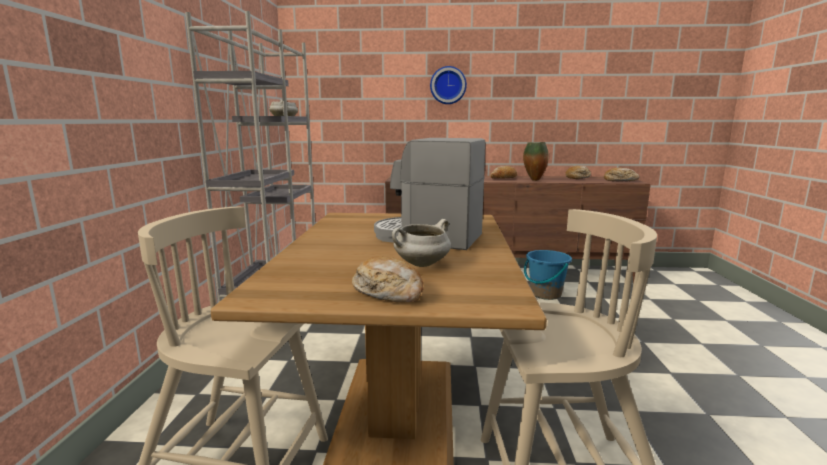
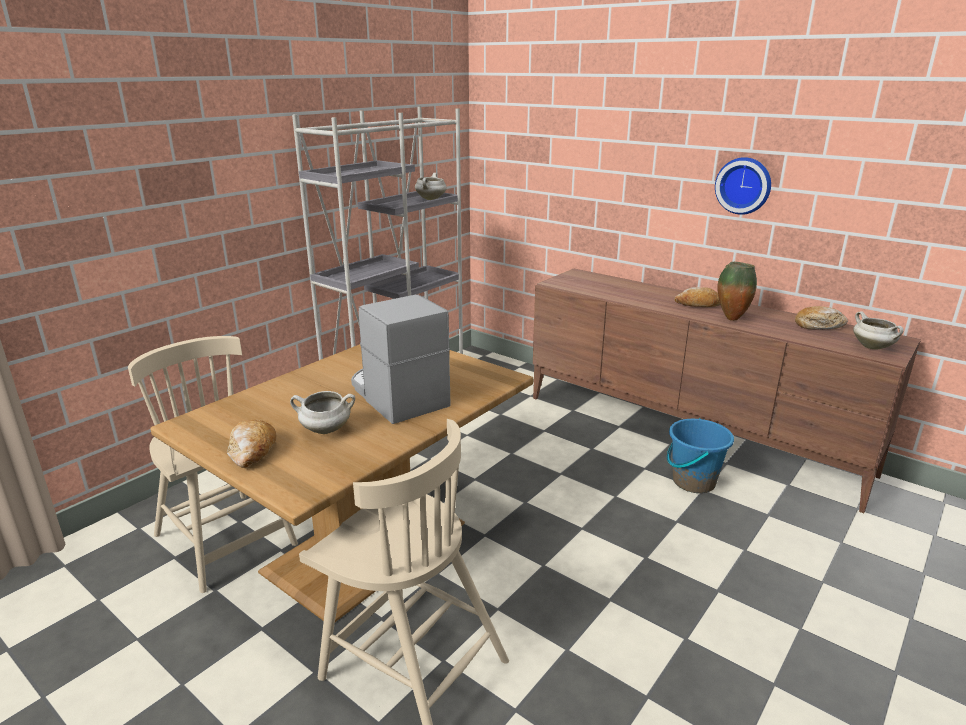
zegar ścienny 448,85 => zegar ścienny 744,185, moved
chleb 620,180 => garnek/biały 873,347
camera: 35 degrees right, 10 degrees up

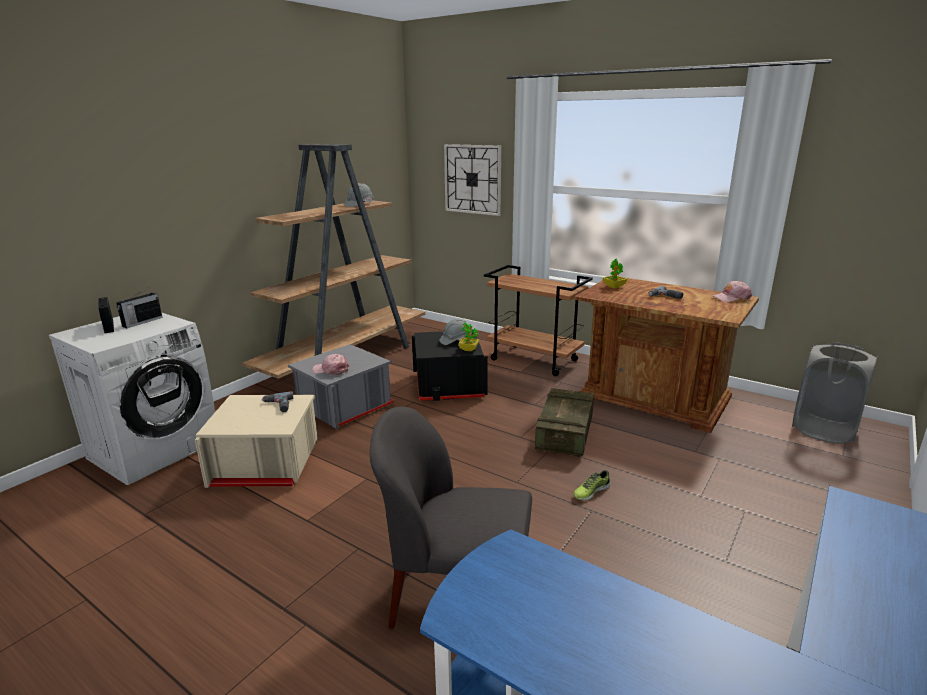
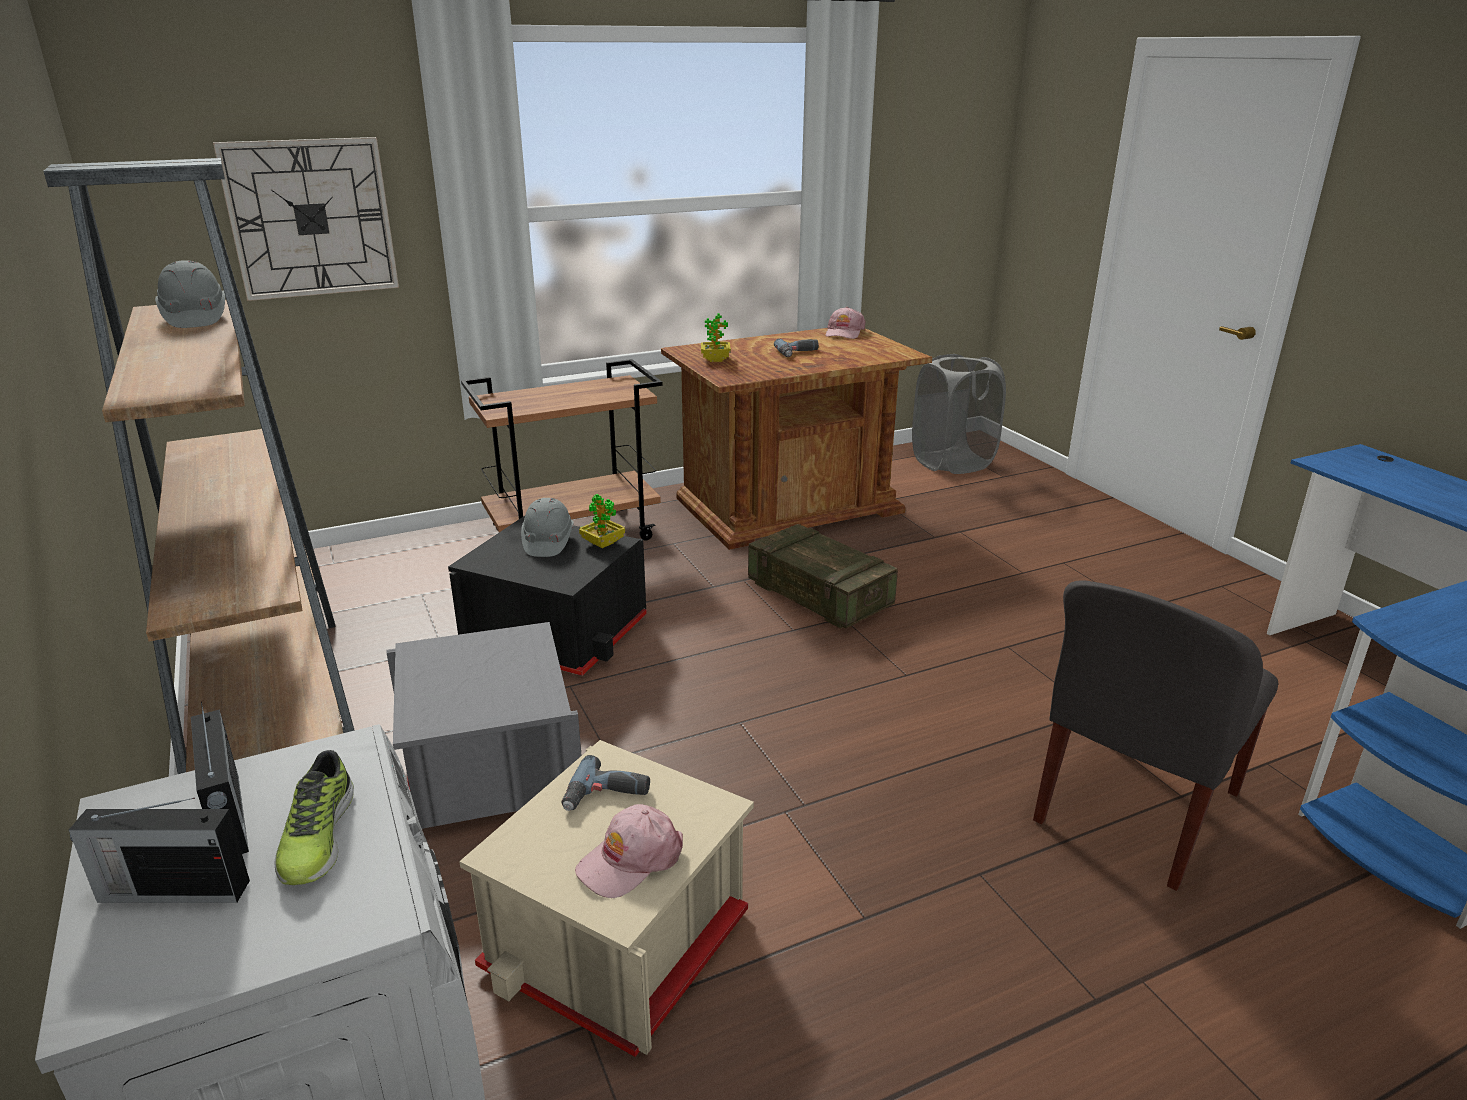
czapka z daszkiem/różowy 331,370 => czapka z daszkiem/różowy 630,860, moved
but 590,491 => but 316,837, moved
camera: 60 degrees left, 5 degrees up

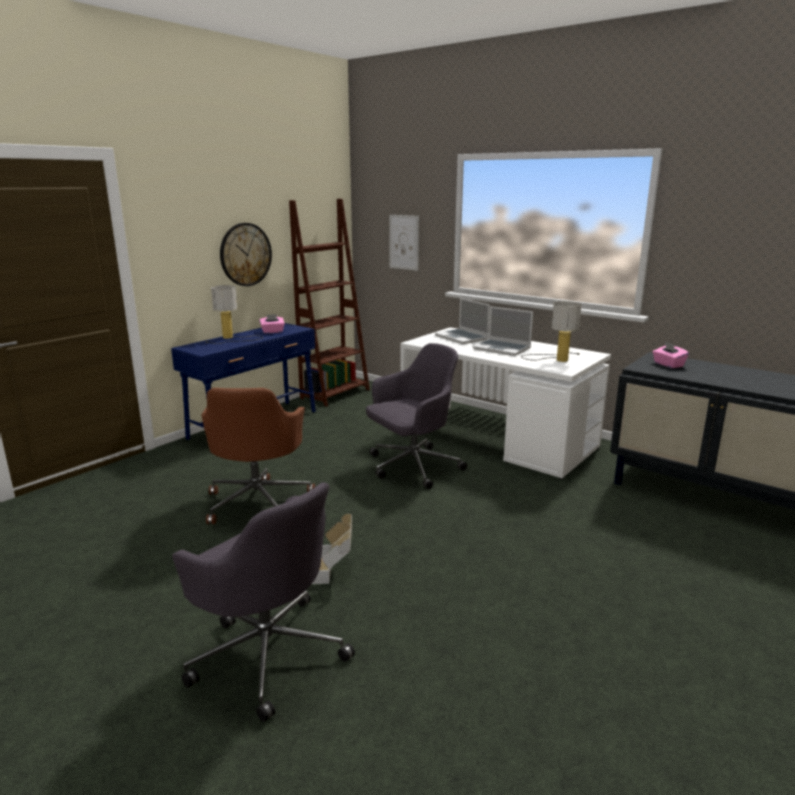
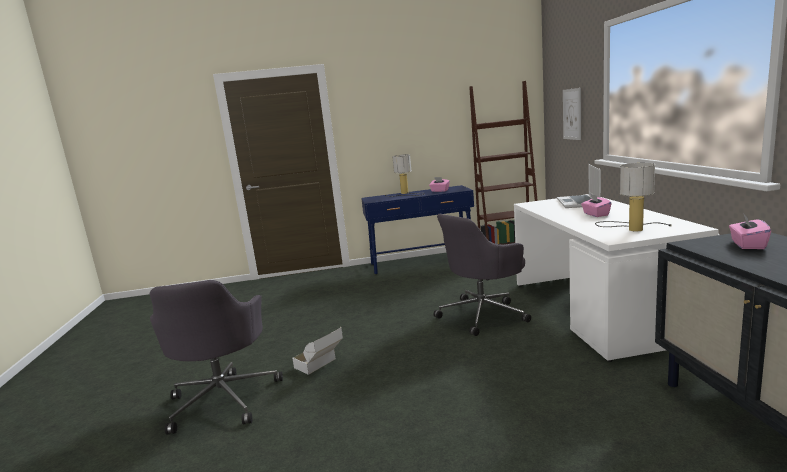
krzesło biurowe/brązowy 258,501 => nothing
zegar ścienny 245,254 => nothing
laptop 502,349 => pudełko chusteczek/różowy 595,214
krzesło biurowe/szary 412,467 => krzesło biurowe/szary 483,314, 135 degrees clockwise
camera: 45 degrees right, 5 degrees down

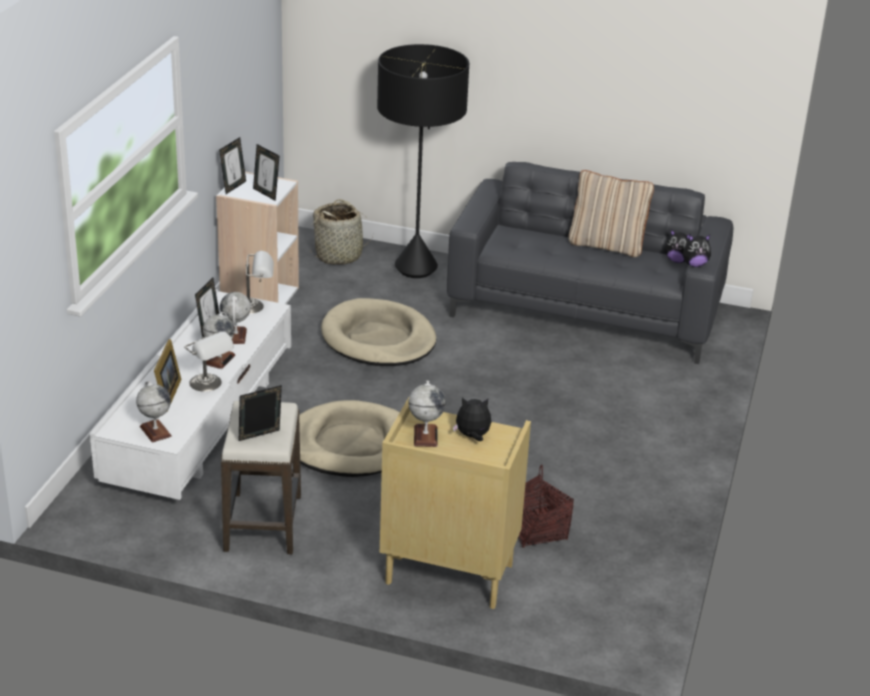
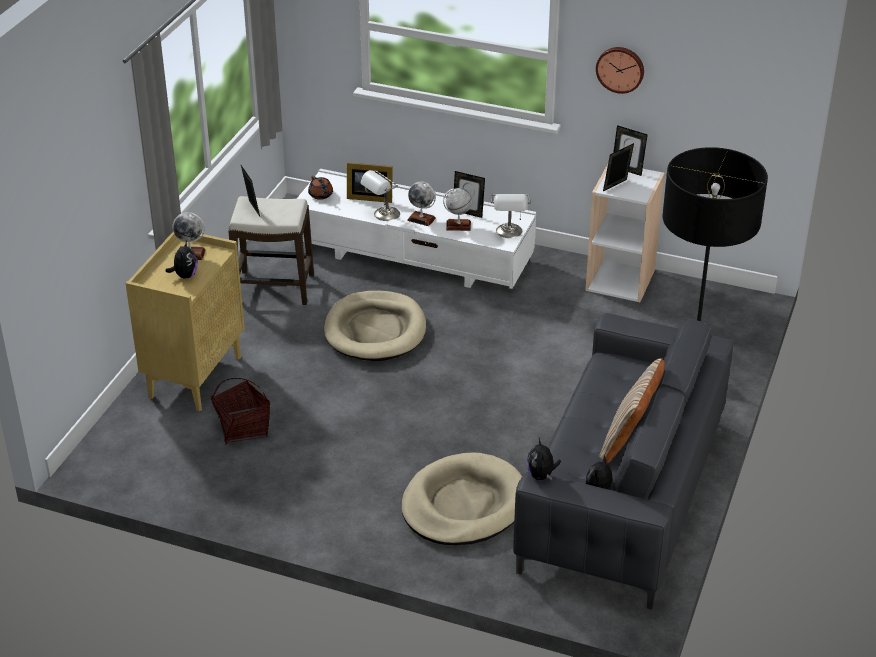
koszyk 339,255 => nothing
nothing => zegar ścienny 620,69
legowisko/beżowy 378,339 => legowisko/beżowy 463,504, moved
globus 155,431 => imbryk/brązowy 321,195
camera: 95 degrees right, 5 degrees up

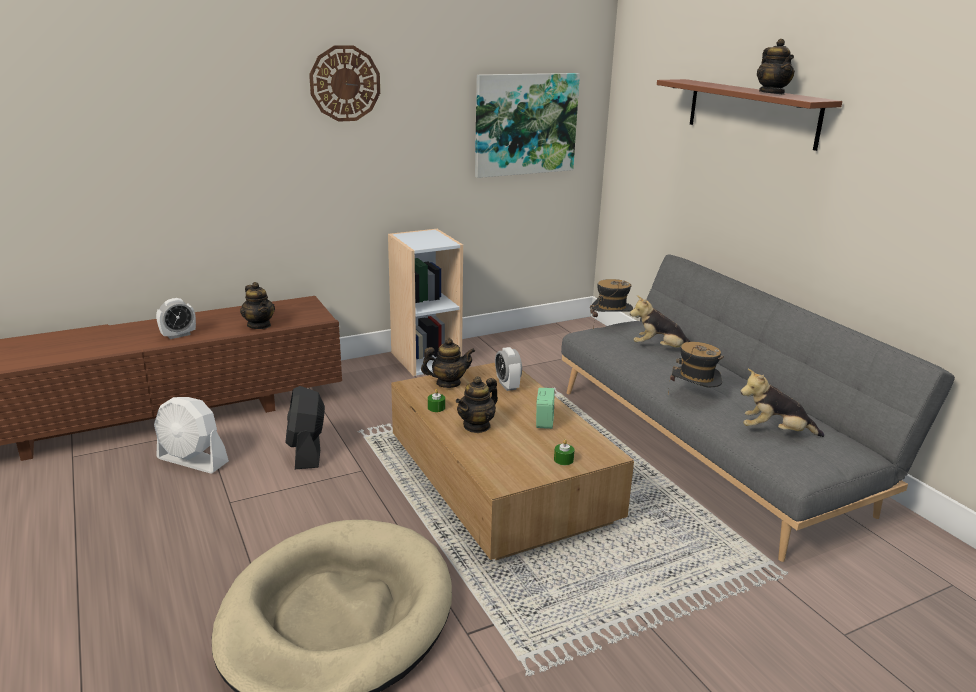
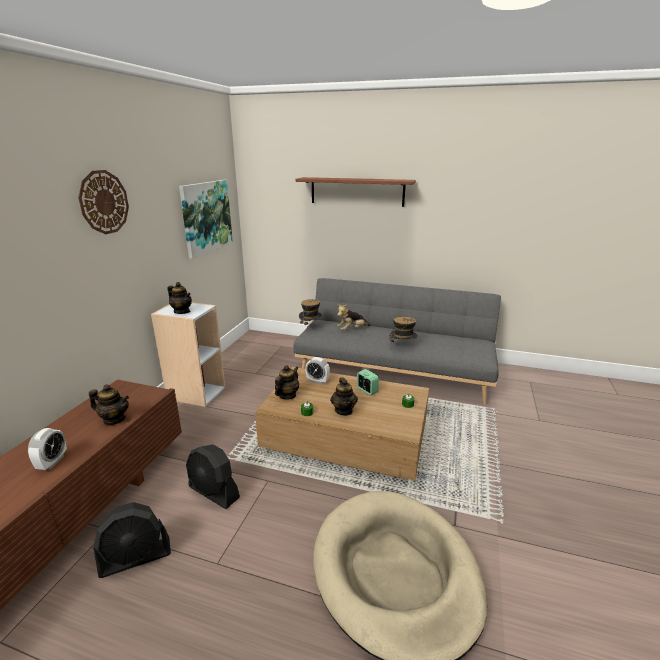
pluszak 775,432 => nothing
imbryk 772,93 => imbryk 182,311, moved
wentylator/biały 192,460 => wentylator/czarny 136,557
camera: 45 degrees left, 0 degrees up

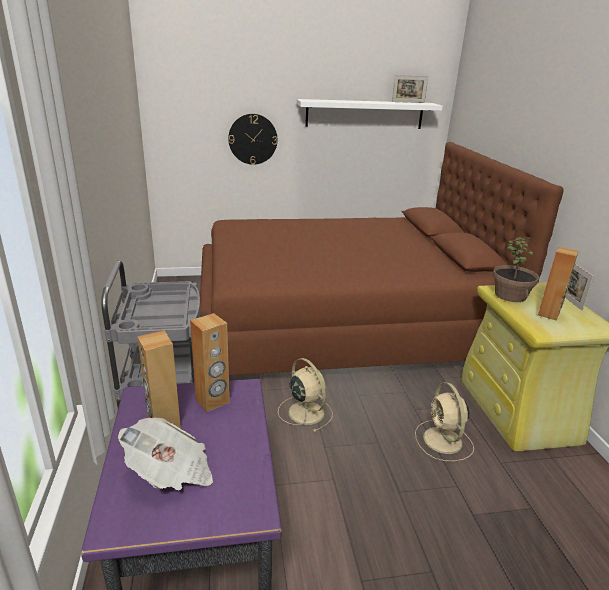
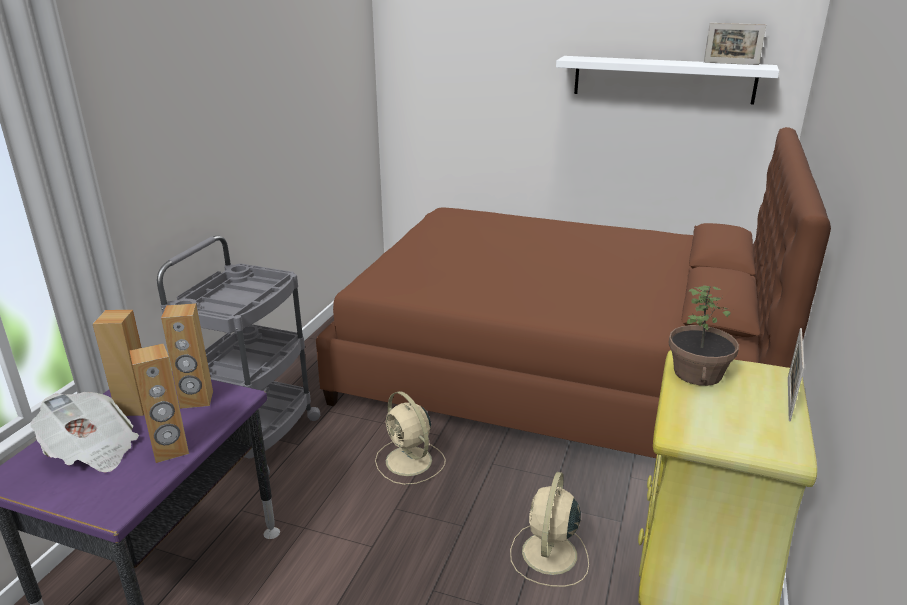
zegar ścienny 253,139 => nothing
głośnik/brązowy 549,314 => głośnik/brązowy 170,450, moved
wentylator/beżowy 305,411 => wentylator/beżowy 410,462, 150 degrees clockwise
camera: 30 degrees right, 0 degrees up

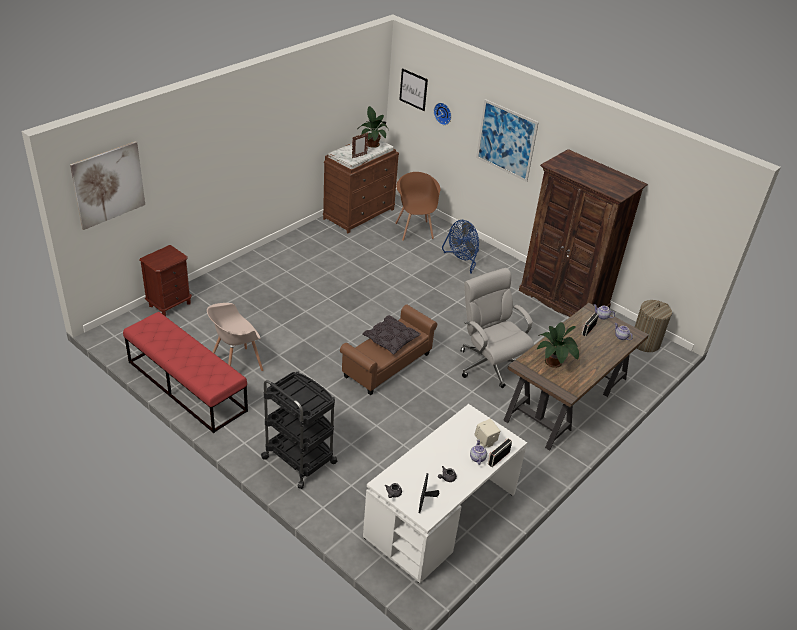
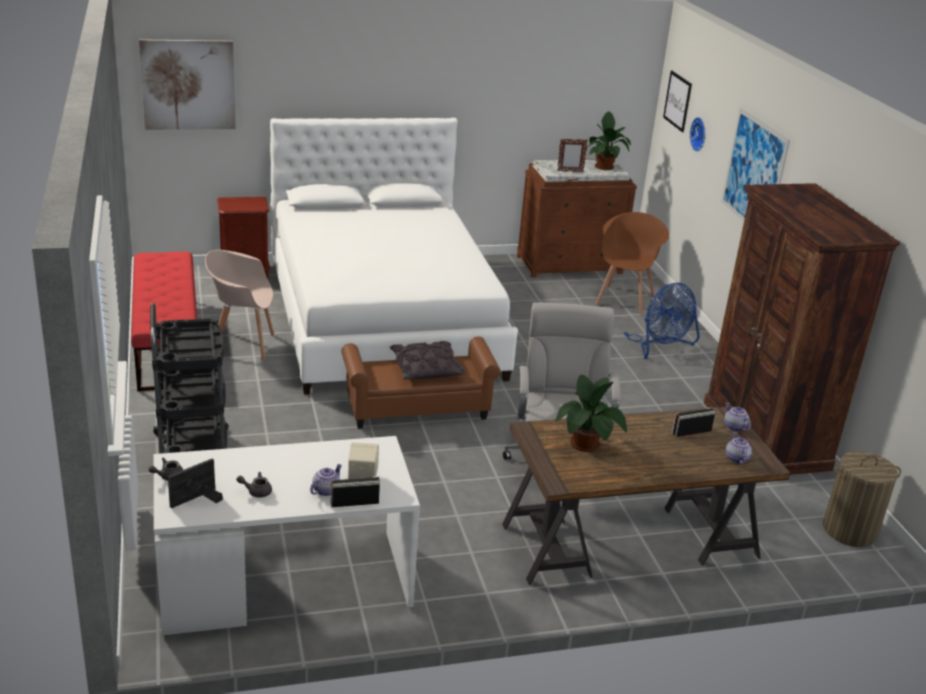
nothing => łóżko/biały 382,318
wentylator/niebieski 462,259 => wentylator/niebieski 658,346, 120 degrees counterclockwise
camera: 35 degrees right, 10 degrees down

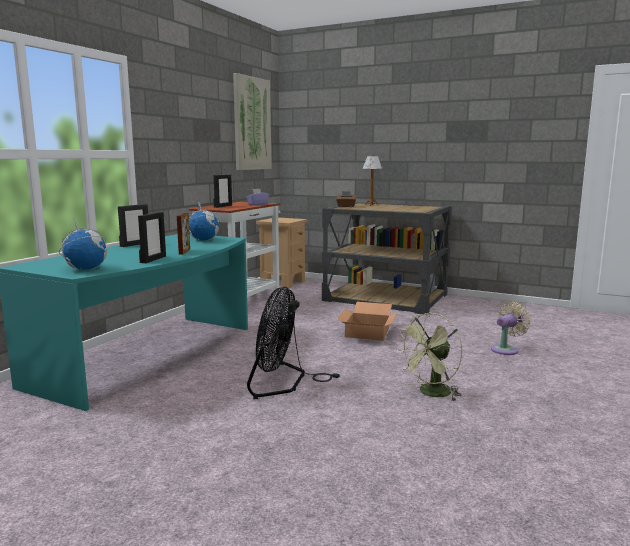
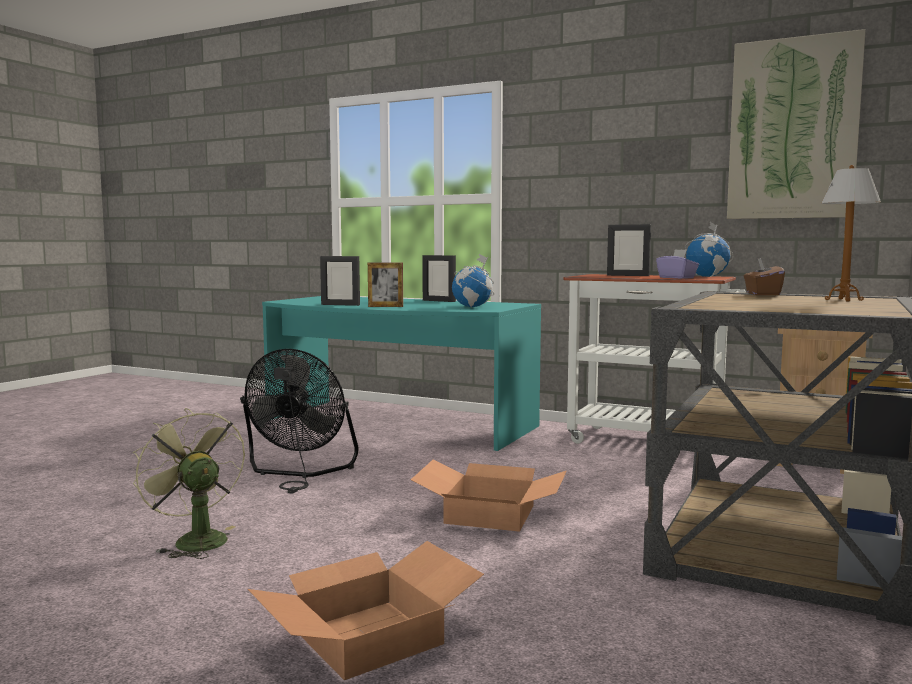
globus 86,269 => globus 707,276, moved
wentylator/beżowy 506,349 => karton 369,636
camera: 90 degrees right, 5 degrees down

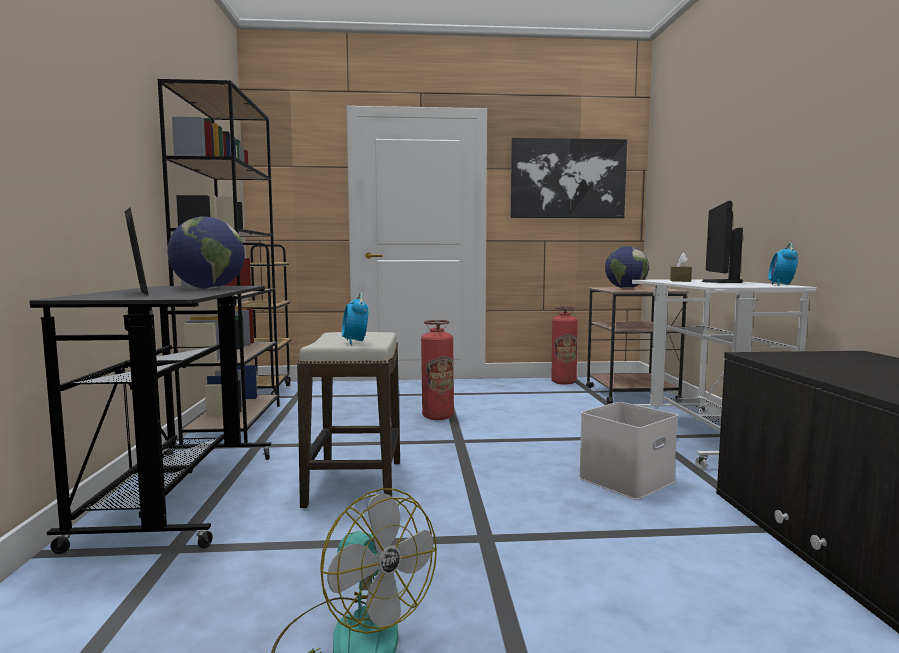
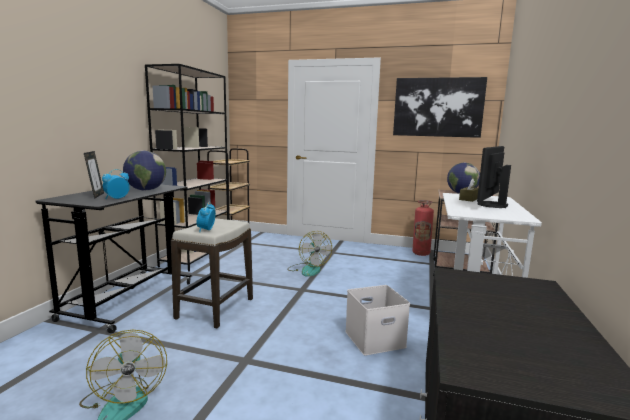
budzik 781,285 => budzik 116,198, moved
gaśnica 438,417 => wentylator 308,269
camera: 20 degrees right, 5 degrees up

